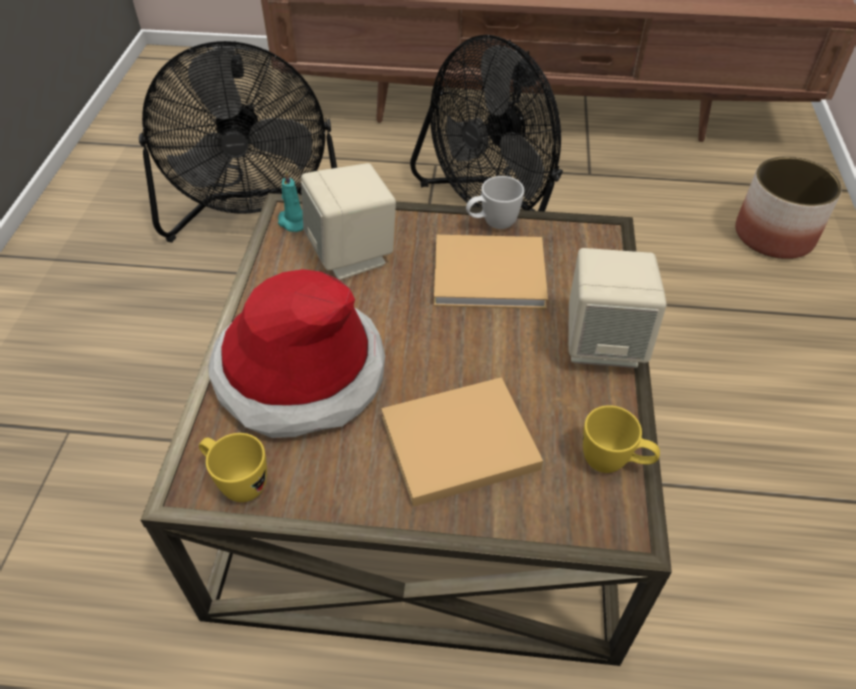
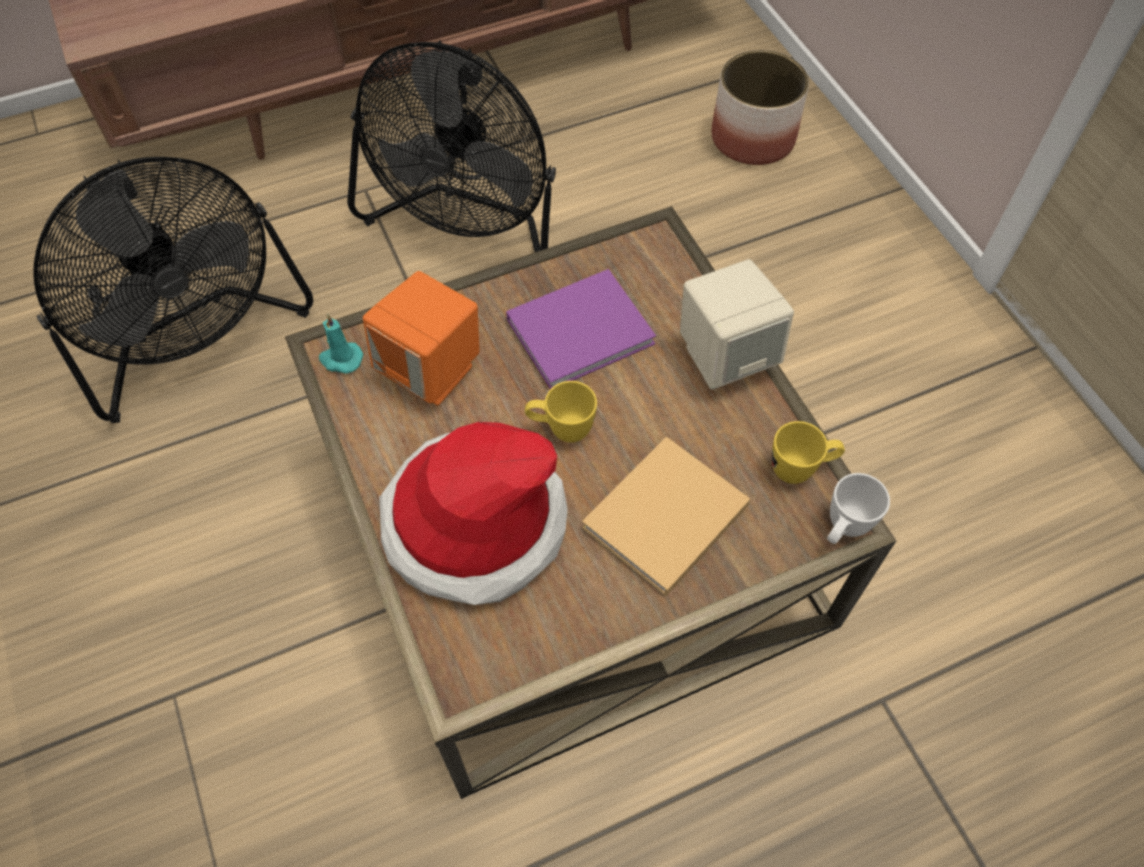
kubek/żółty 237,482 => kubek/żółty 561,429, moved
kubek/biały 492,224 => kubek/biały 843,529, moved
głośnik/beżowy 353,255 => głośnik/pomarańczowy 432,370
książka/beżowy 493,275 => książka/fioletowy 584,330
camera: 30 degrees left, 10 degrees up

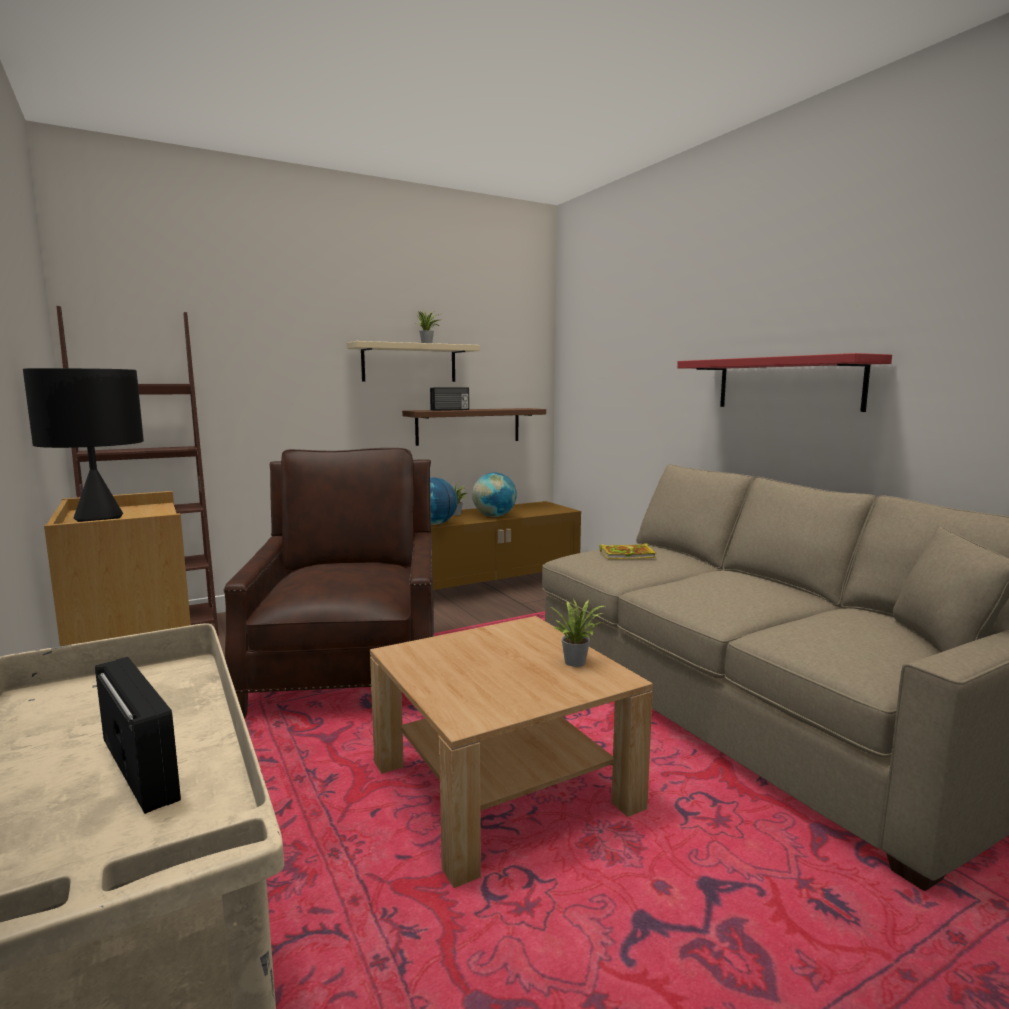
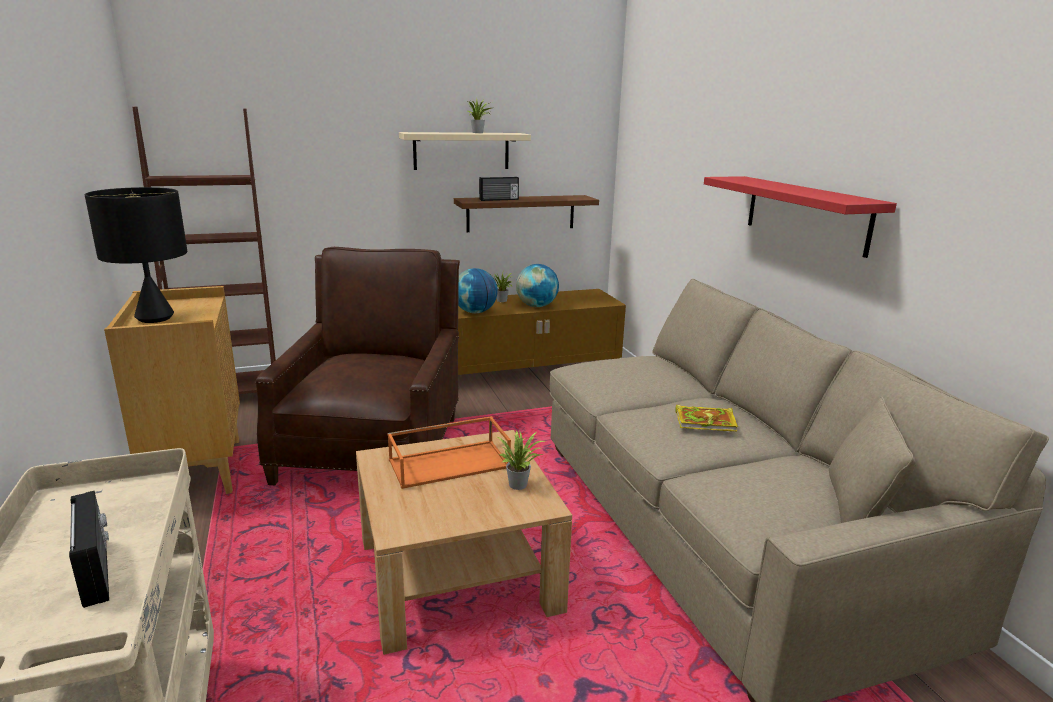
nothing => taca/pomarańczowy 450,463
książka 628,555 => książka 707,421, moved
camera: 10 degrees right, 10 degrees up

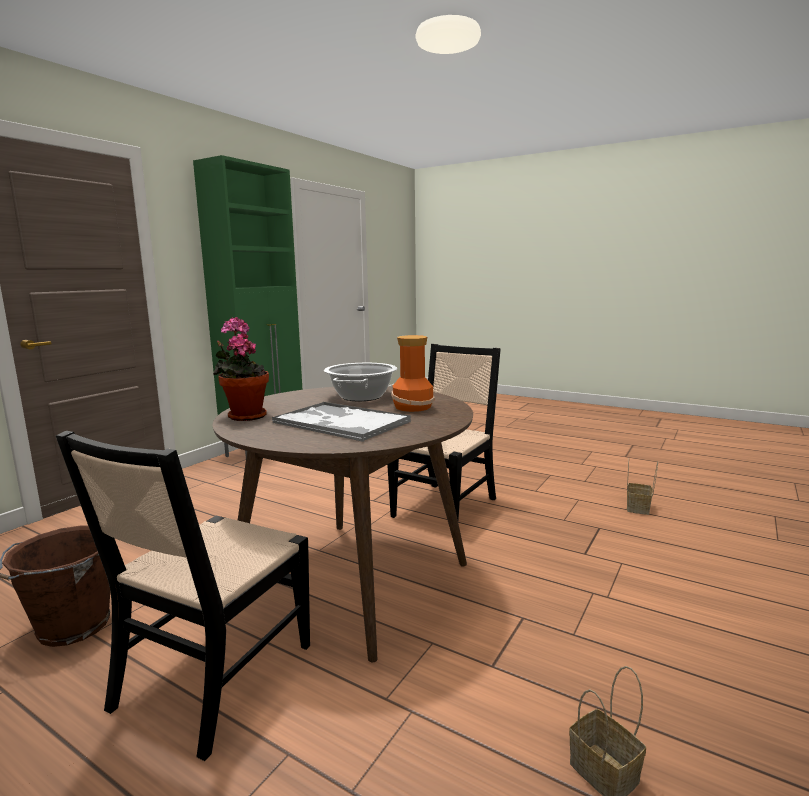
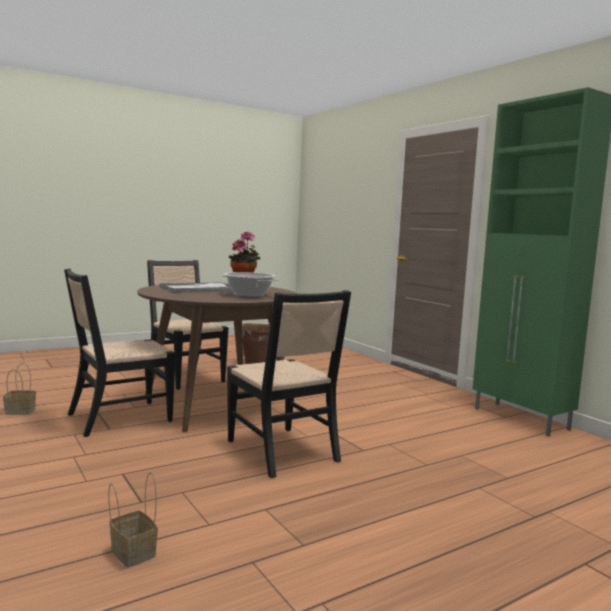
wazon 412,407 => nothing
nothing => krzesło 119,418
camera: 115 degrees right, 5 degrees down

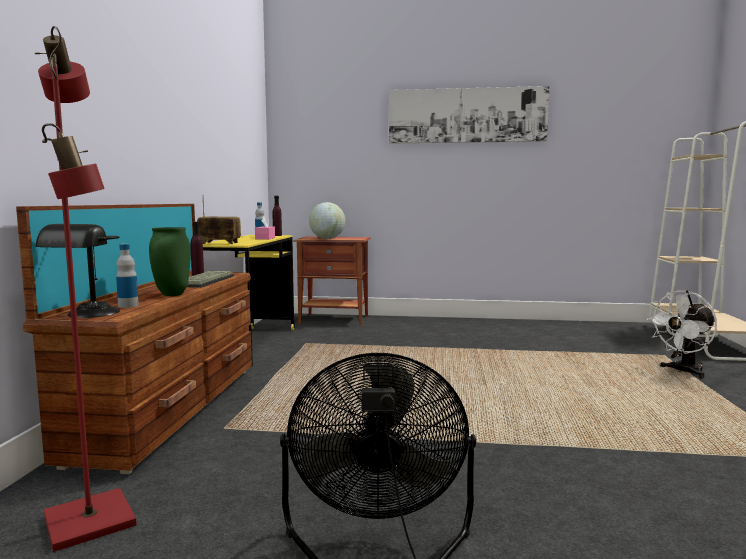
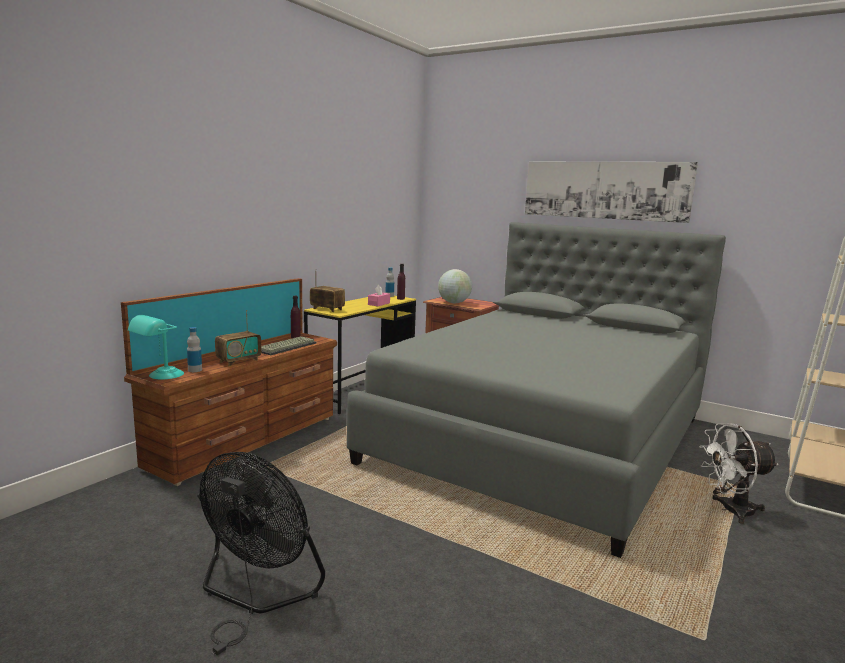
lampa stojąca/czerwony 89,521 => nothing
nothing => łóżko/szary 543,439
wazon/zielony 171,294 => radio 238,361
lampa stołowa/czarny 88,315 => lampa stołowa/turkusowy 160,376
camera: 25 degrees right, 5 degrees up

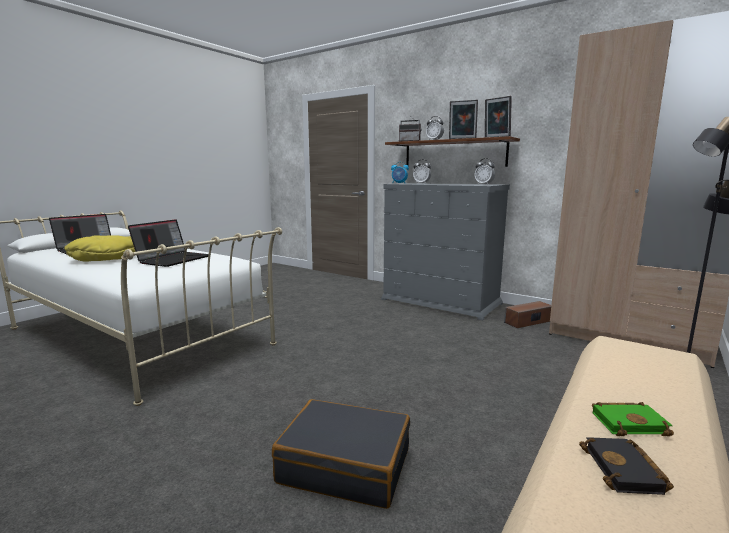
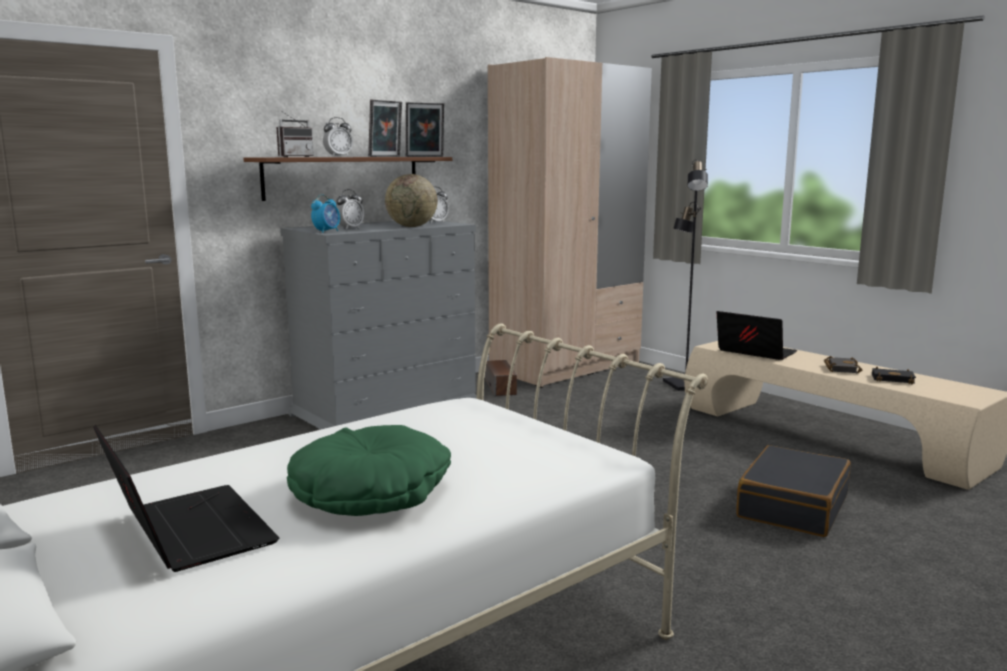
nothing => globus 412,226
laptop 173,259 => laptop 754,352, moved
poduszka/żółty 106,258 => poduszka/zielony 367,493
książka/zielony 629,422 => książka/czarny 840,368
camera: 75 degrees left, 0 degrees up

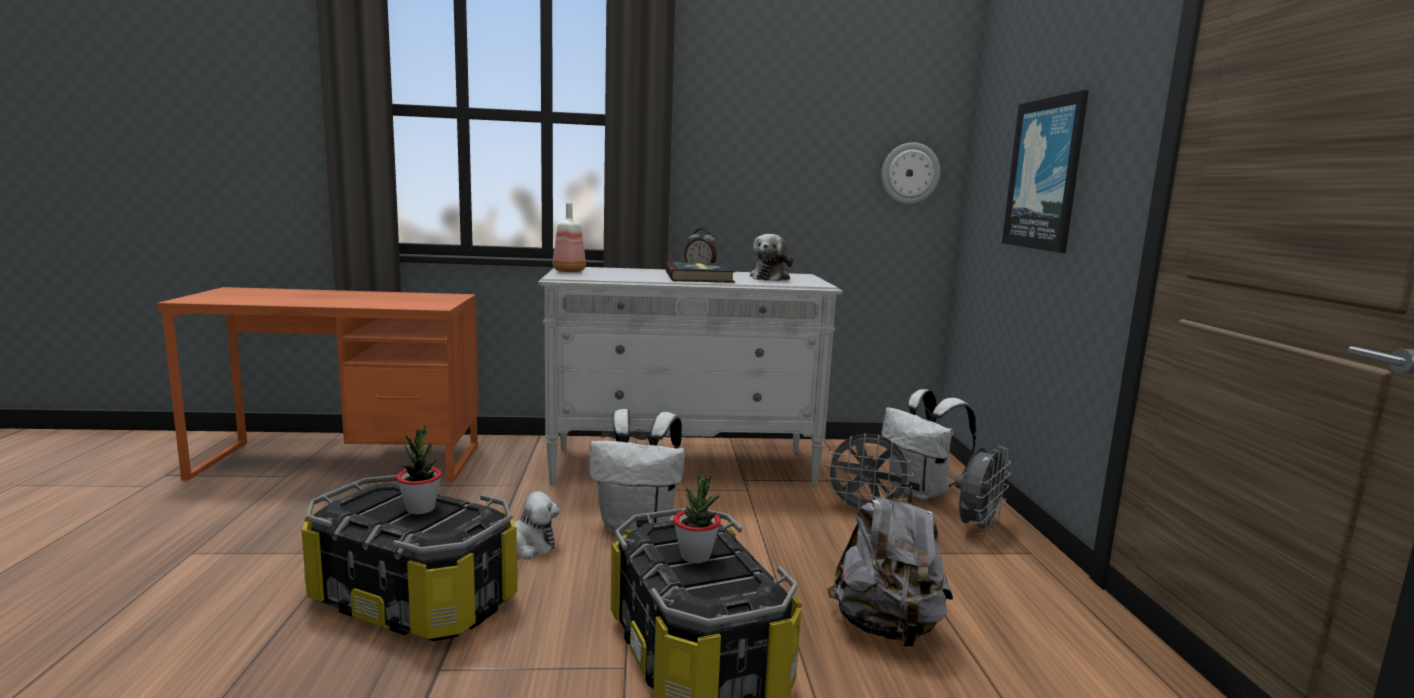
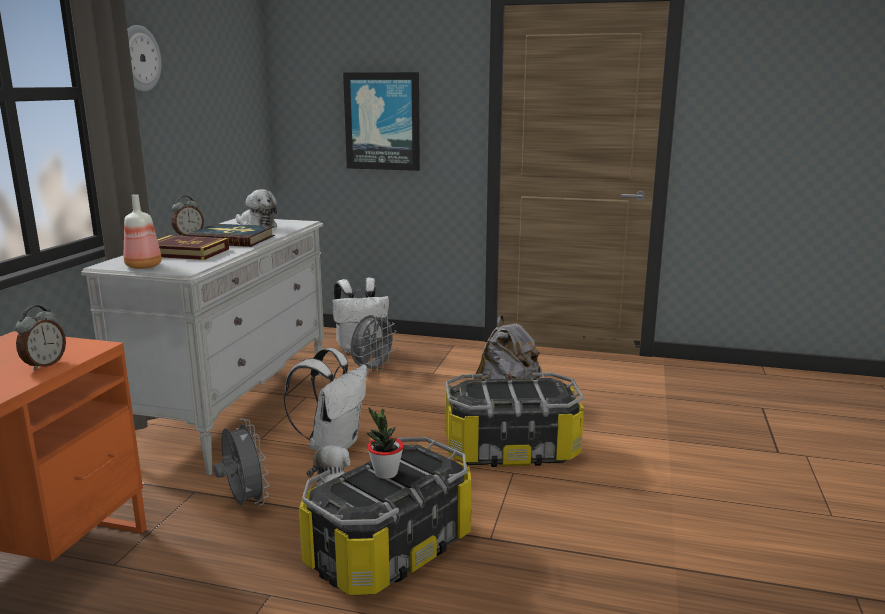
roślina doniczkowa 695,556 => nothing
nothing => budzik 44,365
nothing => książka 186,252
zegar ścienny 910,173 => zegar ścienny 139,58, moved
wentylator/szary 976,528 => wentylator/szary 244,502, moved
camera: 70 degrees left, 5 degrees up

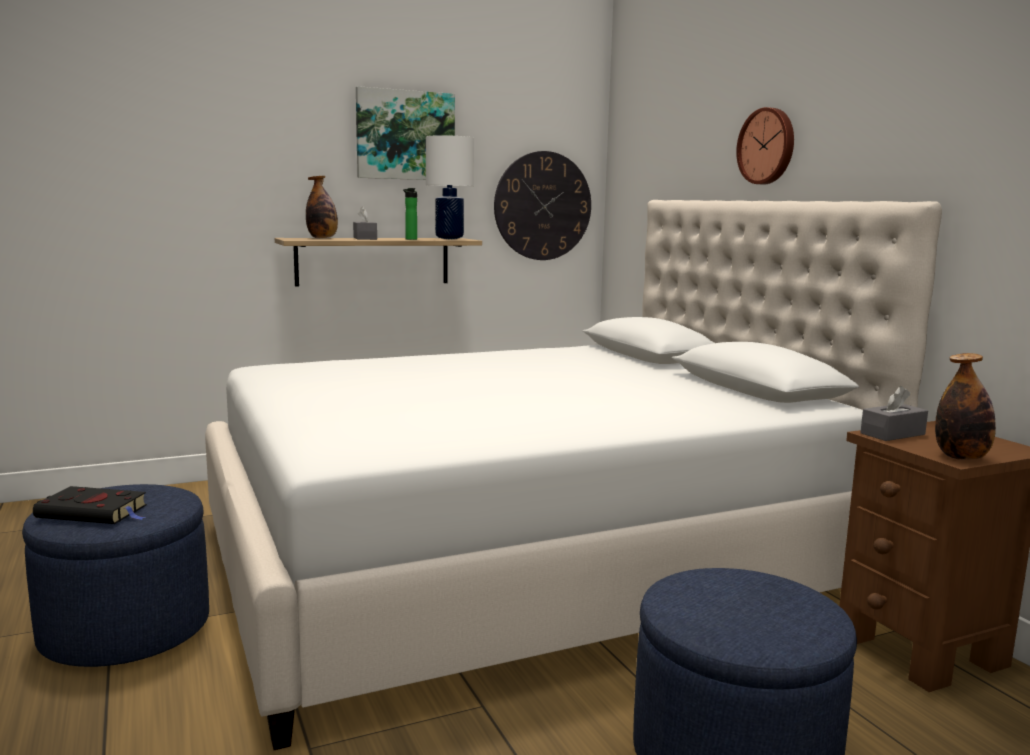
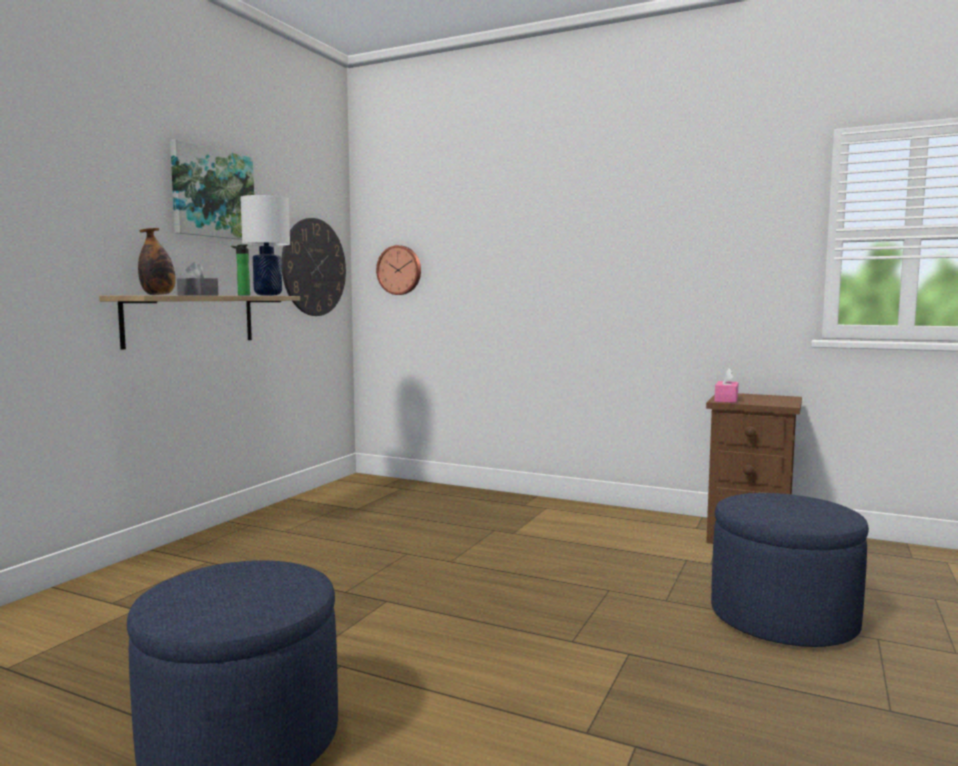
książka/czarny 95,512 => nothing
łóżko/biały 525,561 => nothing
butelka 961,457 => nothing
zegar ścienny 767,146 => zegar ścienny 400,270, moved
pudełko chusteczek/szary 892,434 => pudełko chusteczek/różowy 726,399
camera: 40 degrees left, 5 degrees down

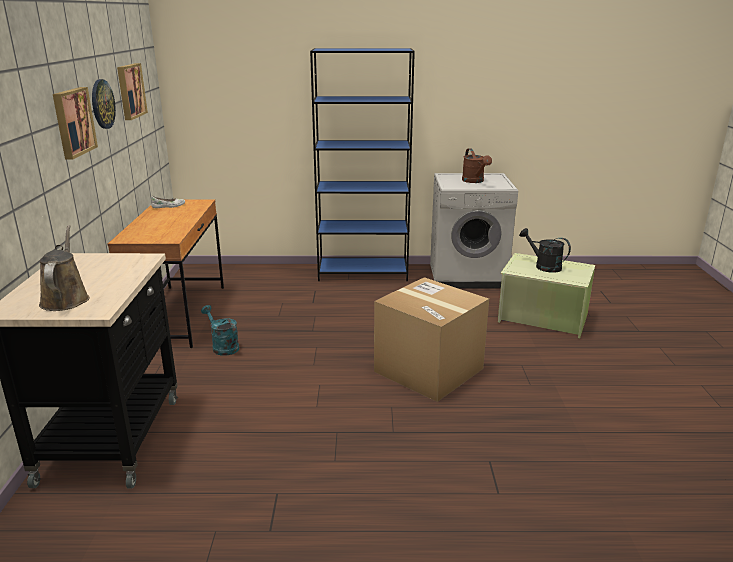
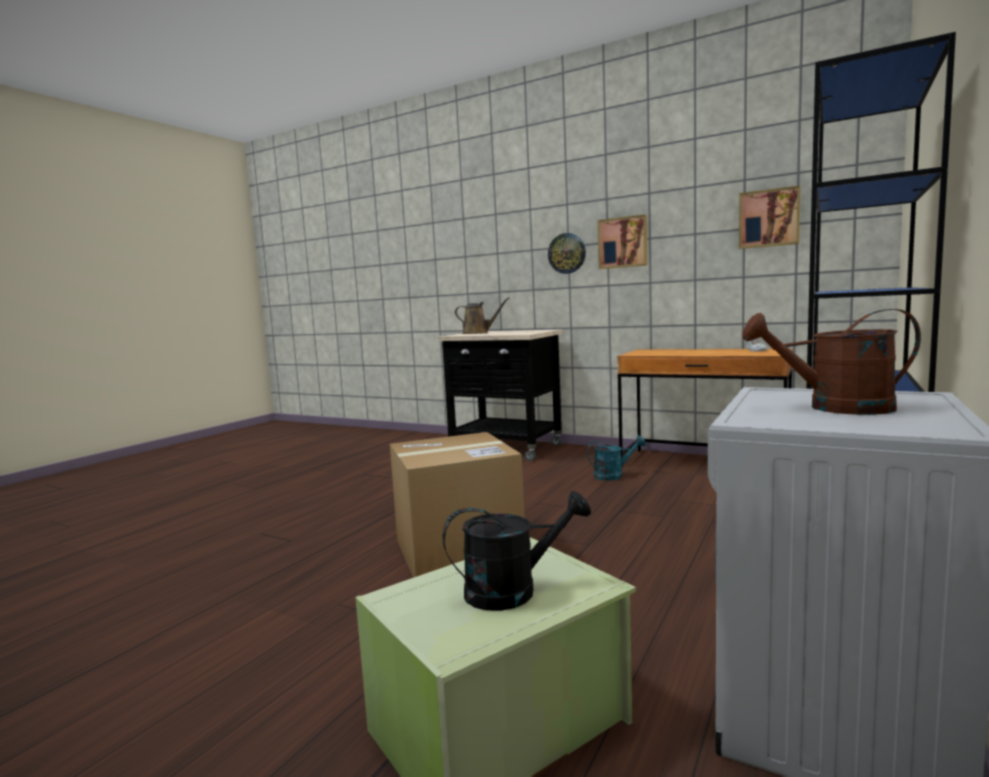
zegar ścienny 102,104 => zegar ścienny 567,253, moved
camera: 120 degrees right, 15 degrees down

